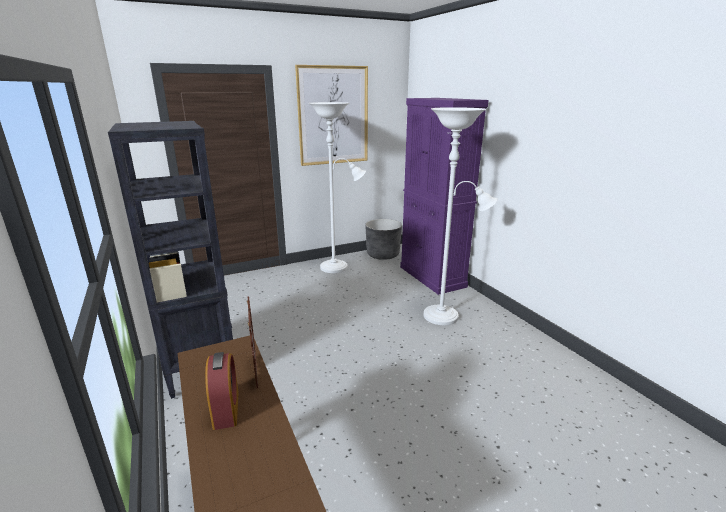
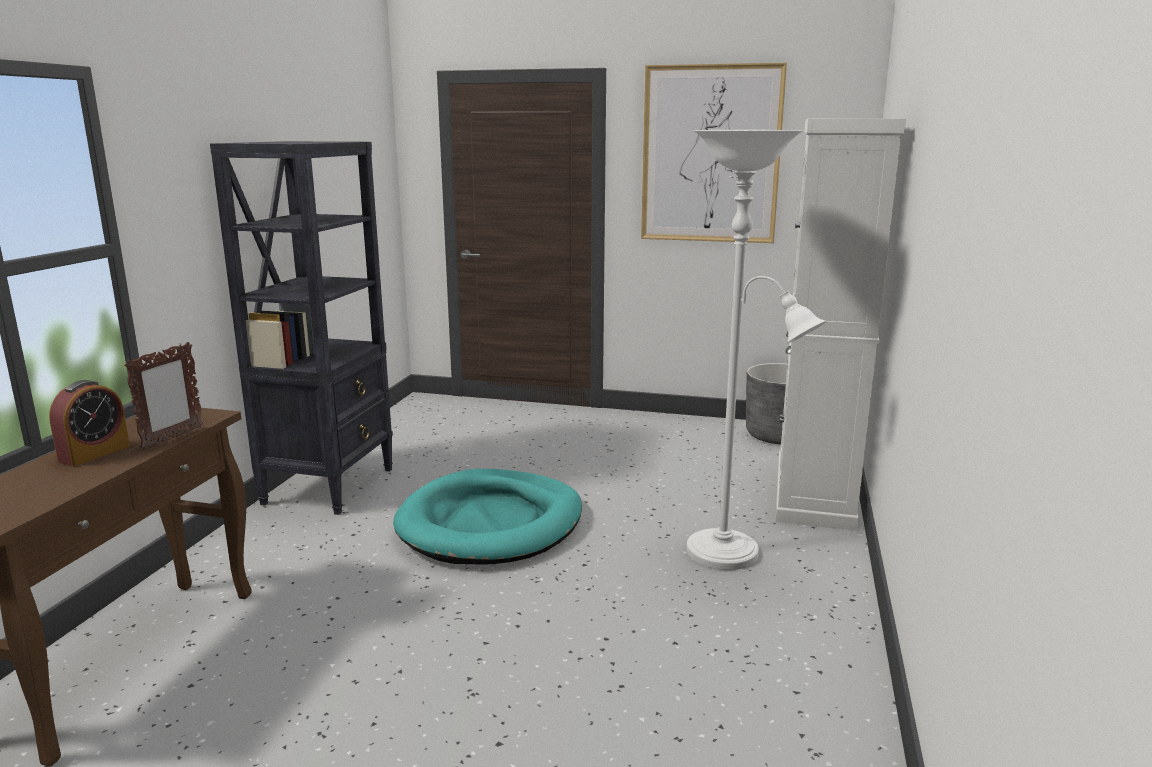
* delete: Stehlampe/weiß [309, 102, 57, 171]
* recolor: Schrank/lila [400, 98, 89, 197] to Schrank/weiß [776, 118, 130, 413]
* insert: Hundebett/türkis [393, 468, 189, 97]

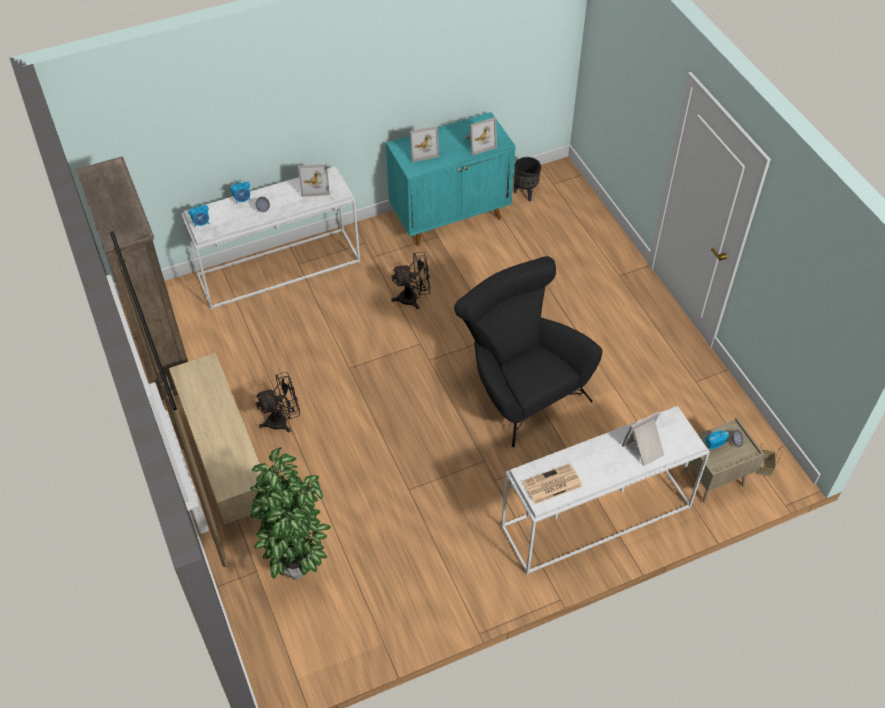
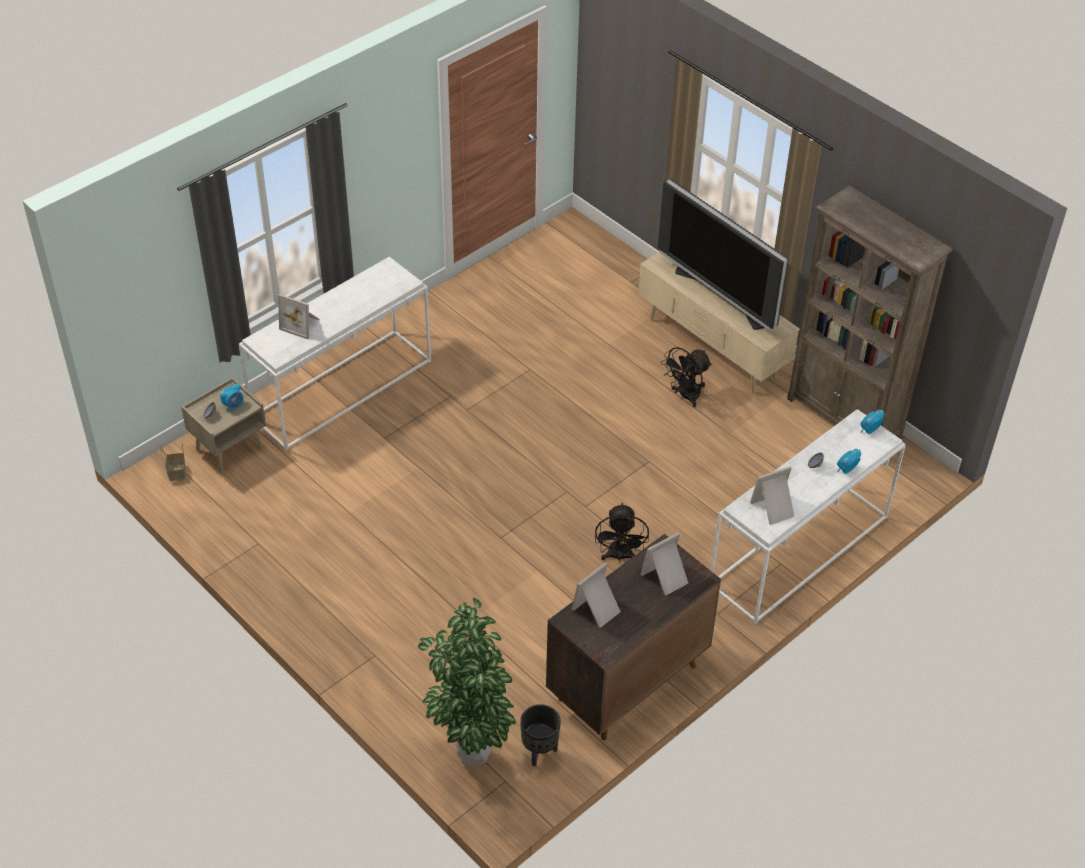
* move: Topfpflanze [250, 447, 81, 133] to [418, 597, 98, 171]
* recolor: Schrank/türkis [386, 112, 129, 134] to Schrank/braun [546, 534, 175, 206]
* rotate: Ventilator/schwarz [391, 252, 40, 57] = [595, 503, 54, 59] 60 degrees counterclockwise
* delete: Sessel/schwarz [454, 256, 148, 191]
* delete: Zeitung [523, 464, 60, 40]
* rotate: Bilderrahmen [622, 411, 42, 55] = [278, 294, 42, 46] 75 degrees clockwise
* insert: Fernseher [658, 178, 131, 154]

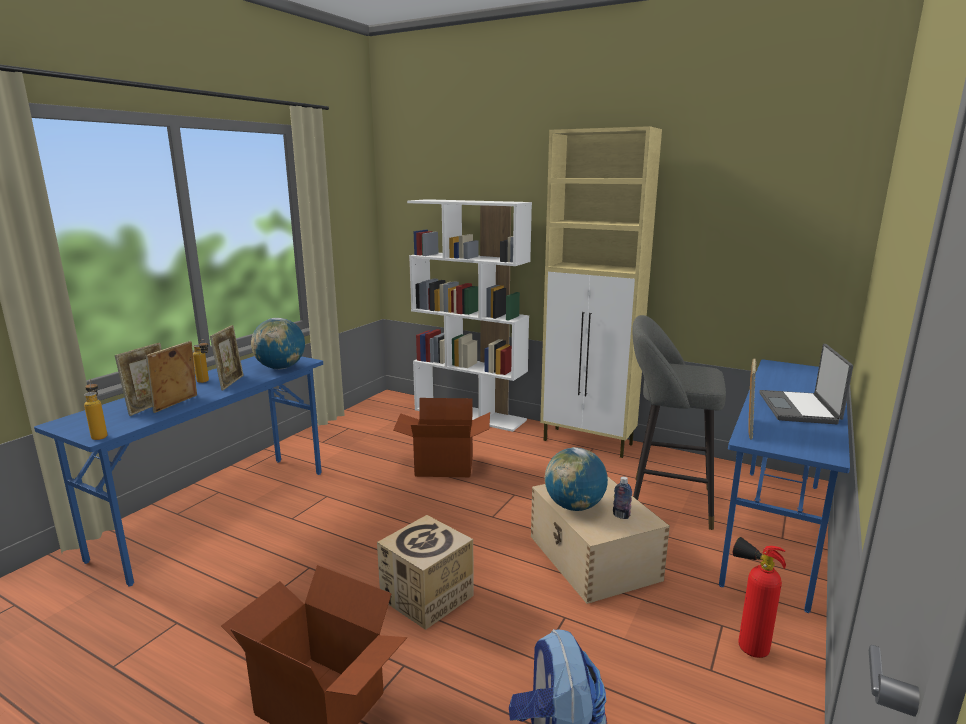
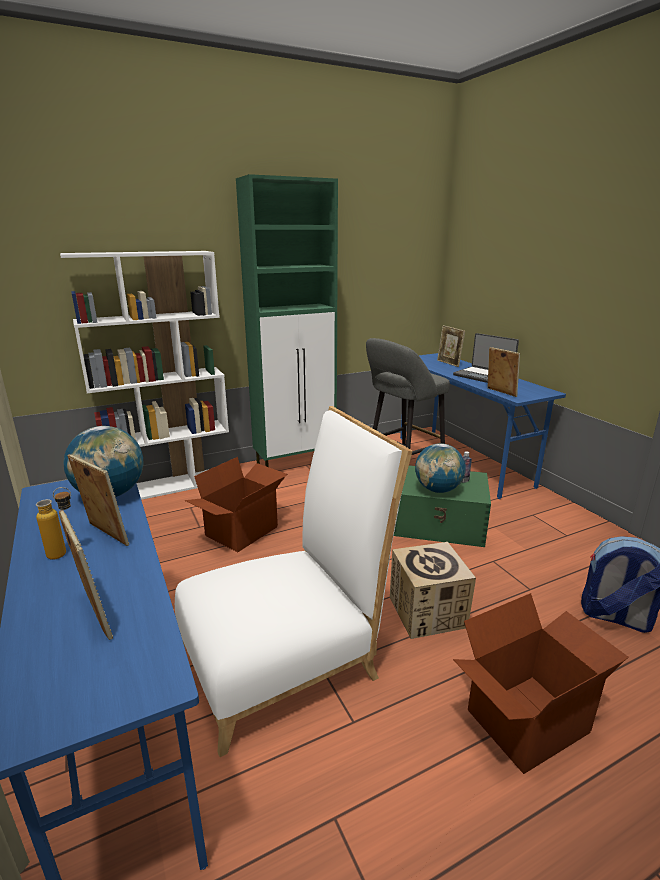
* delete: Flasche [84, 379, 24, 61]
* move: Bilderrahmen [146, 341, 51, 72] to [437, 325, 28, 42]
* recolor: Aufbewahrungsbox/beige [531, 476, 139, 128] to Aufbewahrungsbox/grün [394, 465, 97, 82]
* recolor: Schrank/beige [540, 126, 122, 332] to Schrank/grün [236, 174, 102, 293]
* delete: Feuerlöscher [733, 537, 53, 121]
* insert: Stuhl/weiß [175, 406, 238, 351]

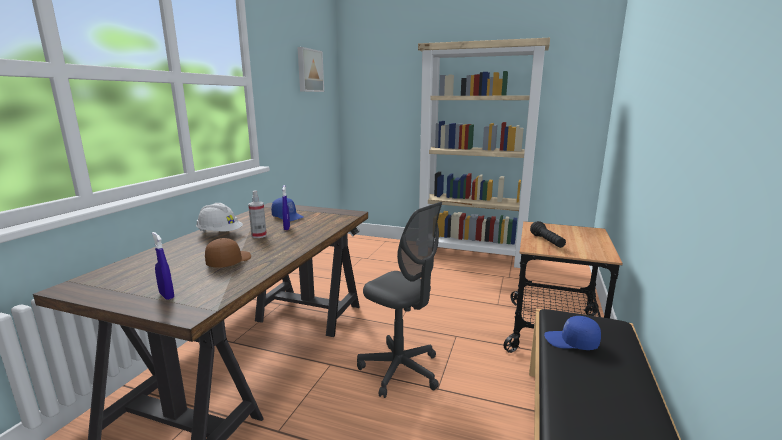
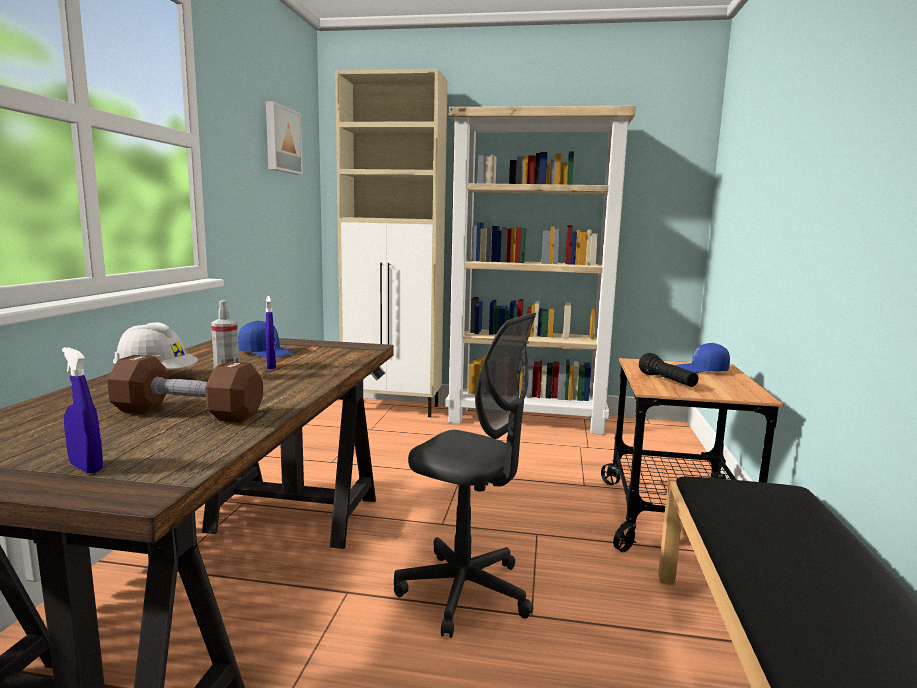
* replace: Kappe/braun [205, 238, 46, 30] to Hantel/braun [107, 355, 156, 68]
* move: Kappe/blau [544, 316, 57, 34] to [675, 343, 55, 30]
* insert: Schrank/beige [335, 69, 113, 348]

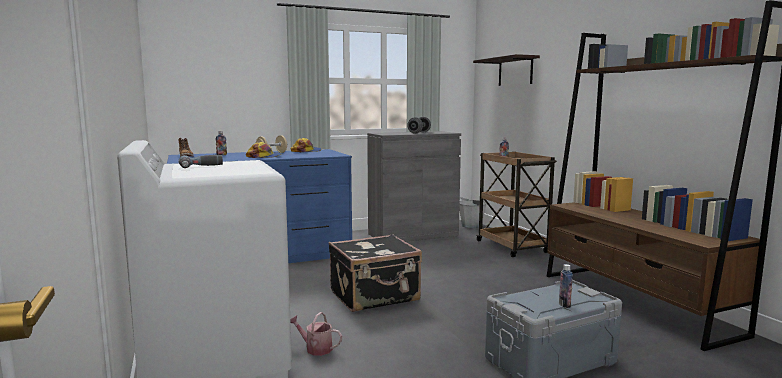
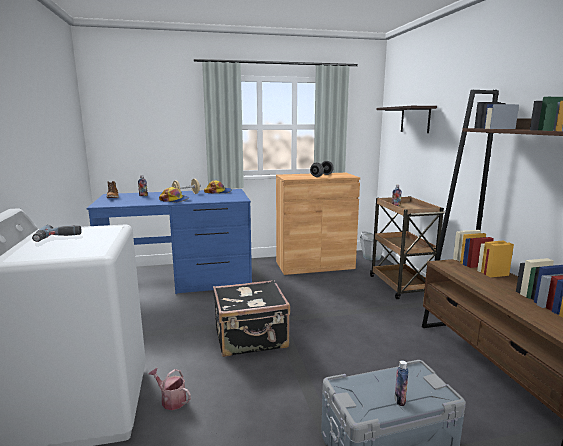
* recolor: Schrank/grau [367, 131, 94, 111] to Schrank/braun [276, 173, 84, 102]

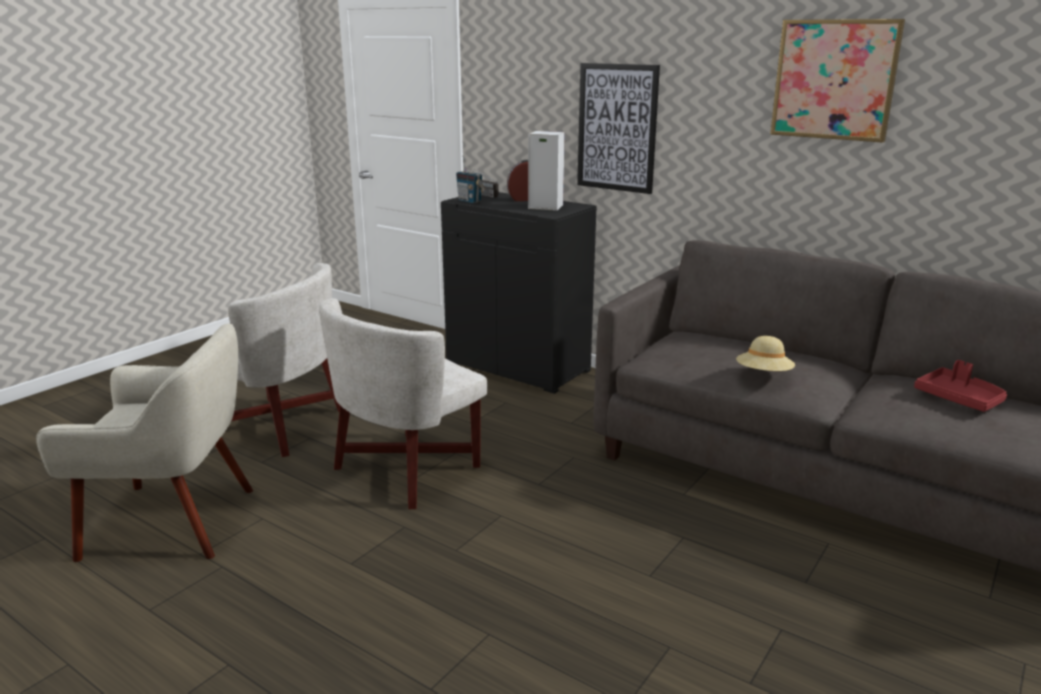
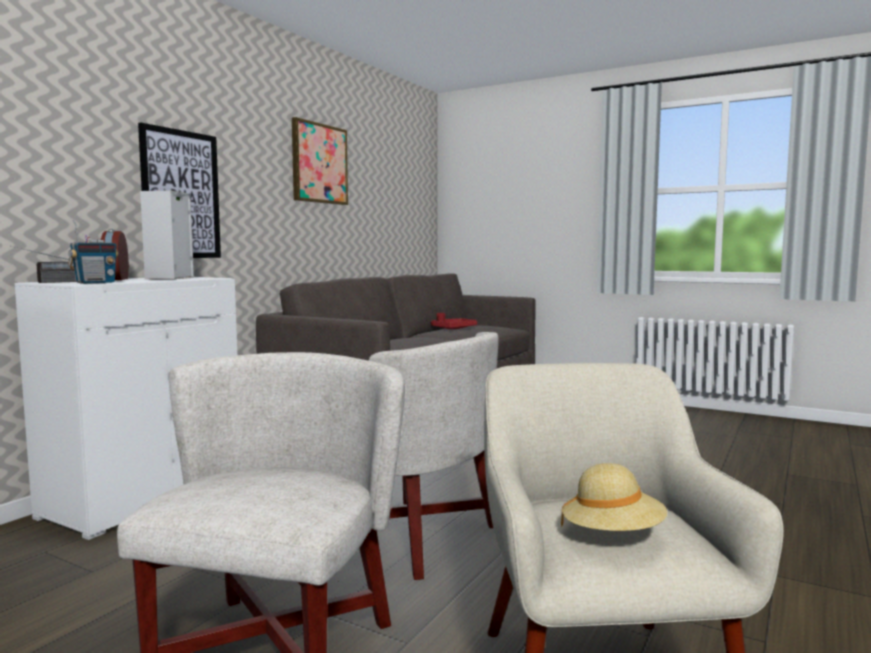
* recolor: Schrank/schwarz [441, 192, 156, 202] to Schrank/weiß [15, 277, 222, 263]
* move: Hut/beige [736, 336, 59, 35] to [561, 463, 106, 68]

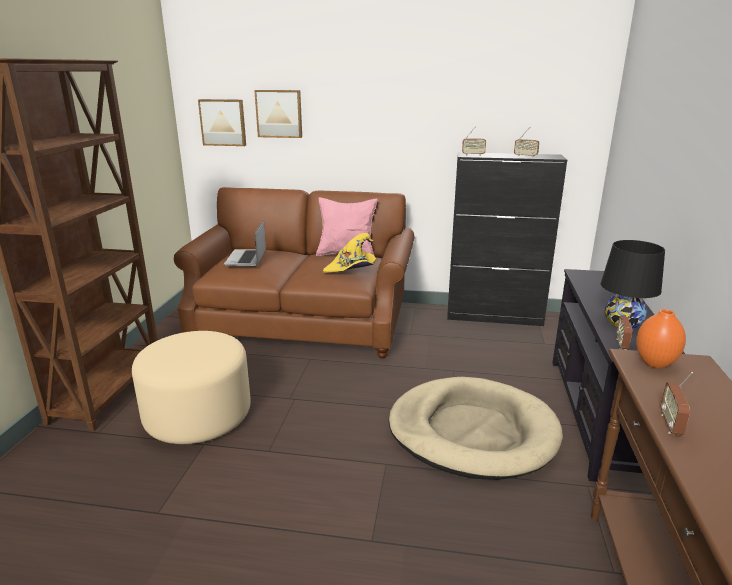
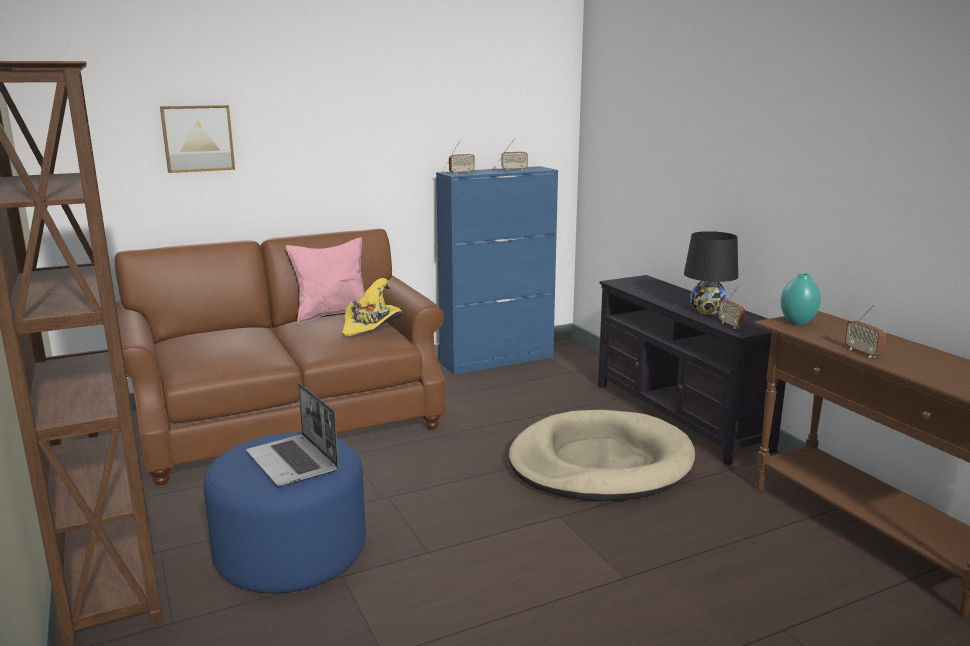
* recolor: Polsterhocker/beige [132, 331, 119, 113] to Polsterhocker/blau [204, 432, 162, 161]
* delete: Bild [198, 99, 48, 47]
* move: Laptop [224, 220, 42, 47] to [246, 383, 93, 103]
* recolor: Schrank/schwarz [447, 152, 120, 174] to Schrank/blau [436, 166, 122, 209]
* recolor: Vase/orange [636, 309, 50, 59] to Vase/türkis [781, 273, 40, 52]

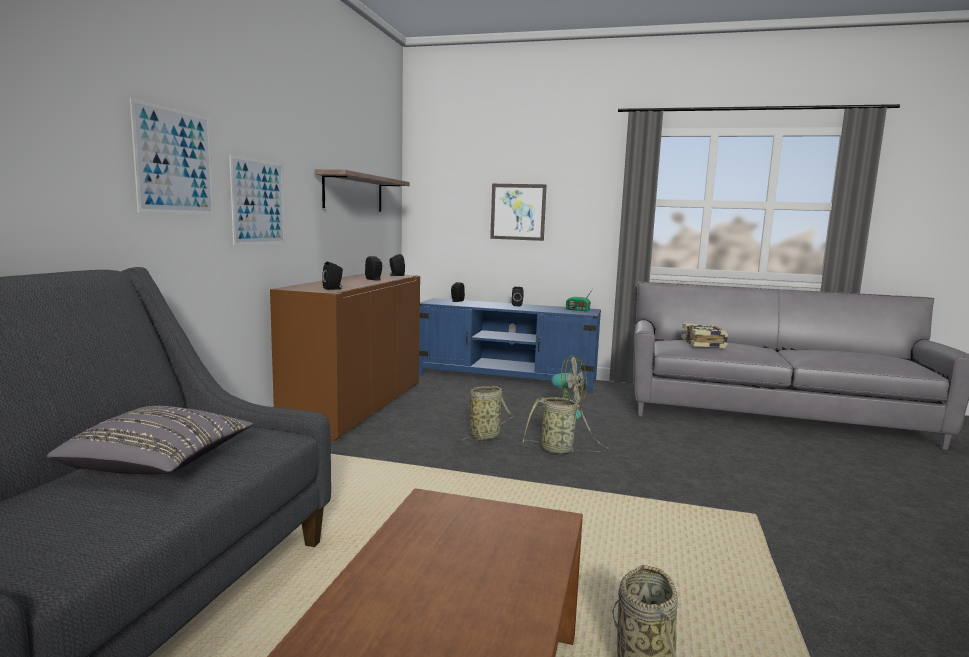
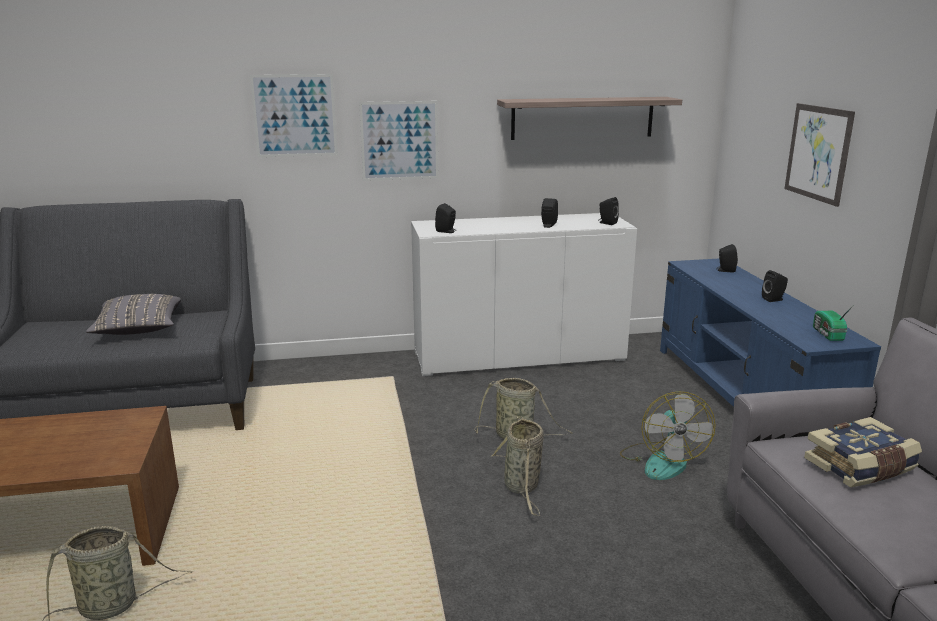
* recolor: Schrank/braun [270, 273, 150, 169] to Schrank/weiß [411, 213, 226, 163]

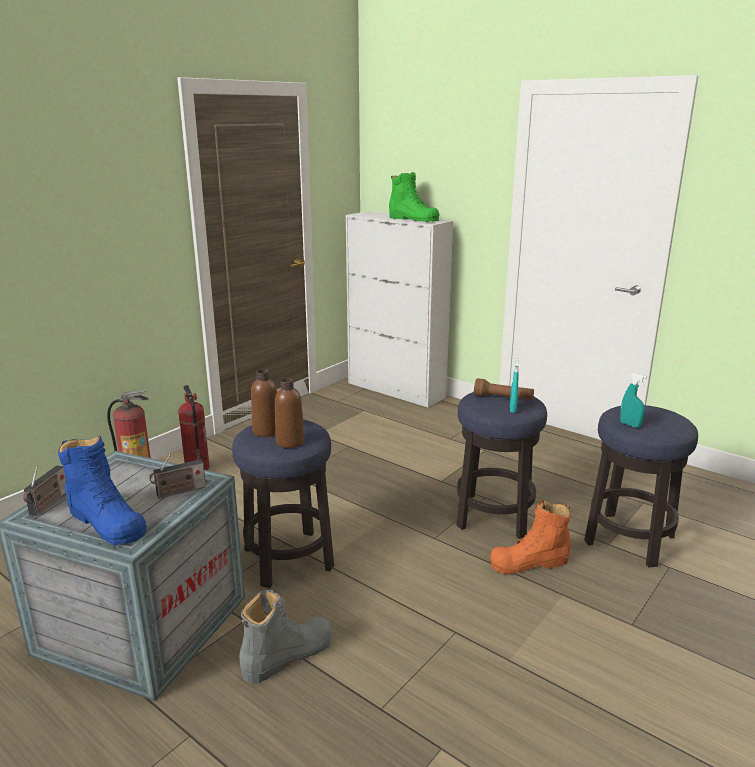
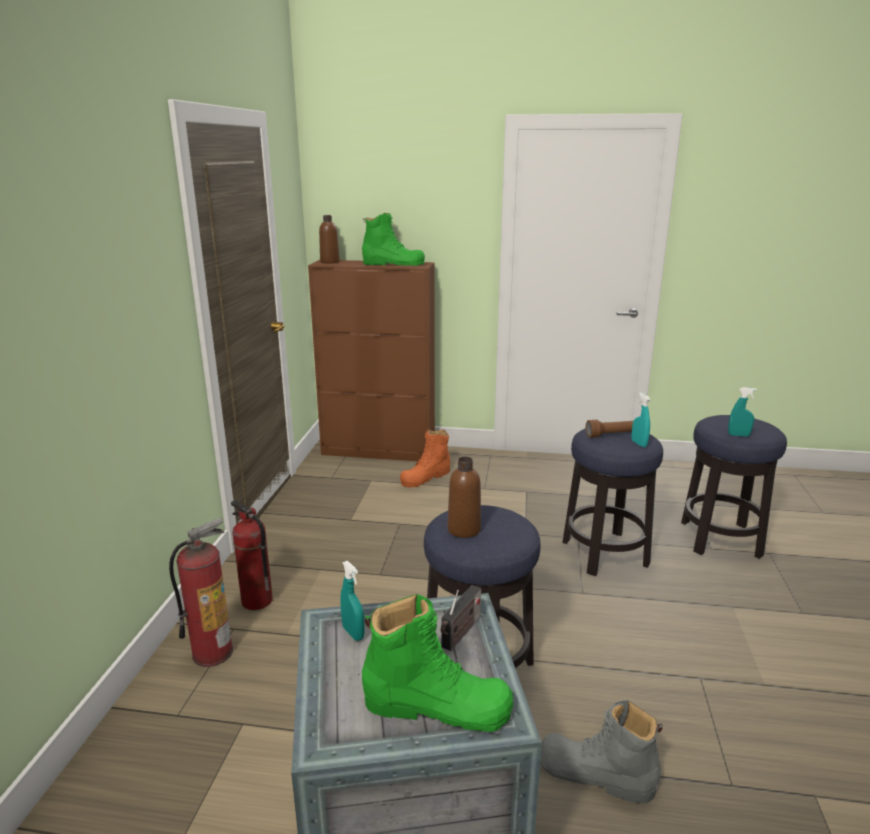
* delete: Radio [23, 466, 43, 50]
* recolor: Stiefel/blau [58, 436, 89, 109] to Stiefel/grün [362, 594, 151, 138]
* rotate: Stiefel/grau [239, 590, 93, 94] = [541, 700, 122, 104] 90 degrees counterclockwise
* move: Flasche/braun [275, 378, 30, 70] to [319, 215, 21, 48]
* recolor: Schrank/weiß [346, 211, 107, 196] to Schrank/braun [308, 260, 127, 201]
* move: Stiefel/orange [490, 500, 81, 74] to [400, 429, 50, 59]
* insert: Sprühflasche/türkis [340, 561, 25, 80]

